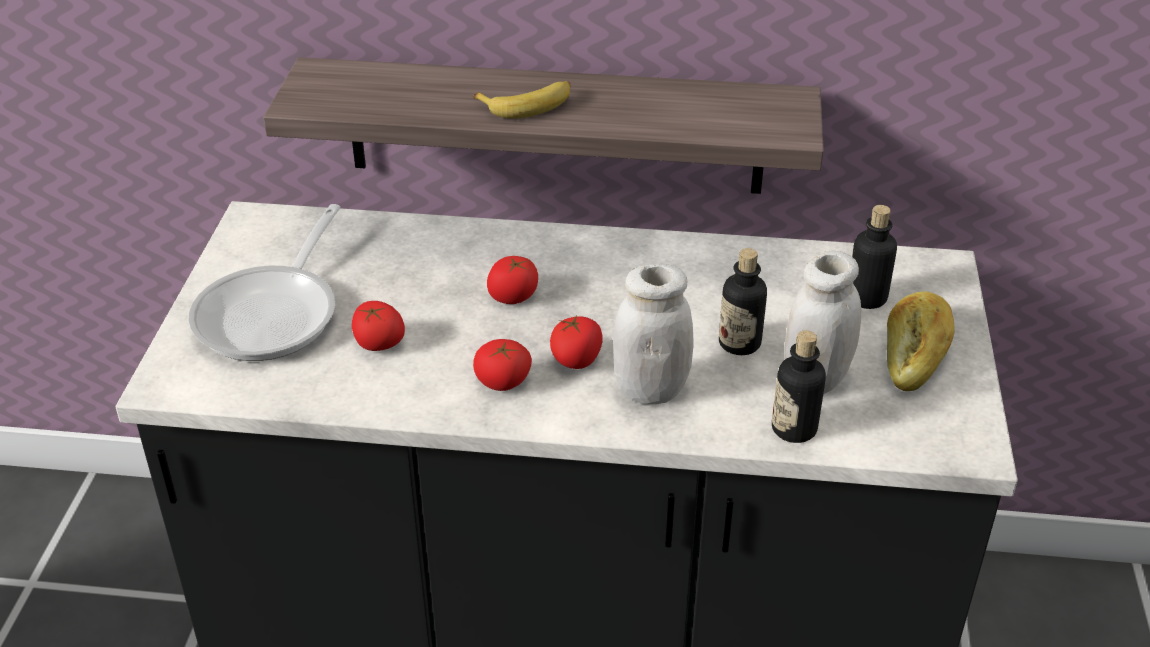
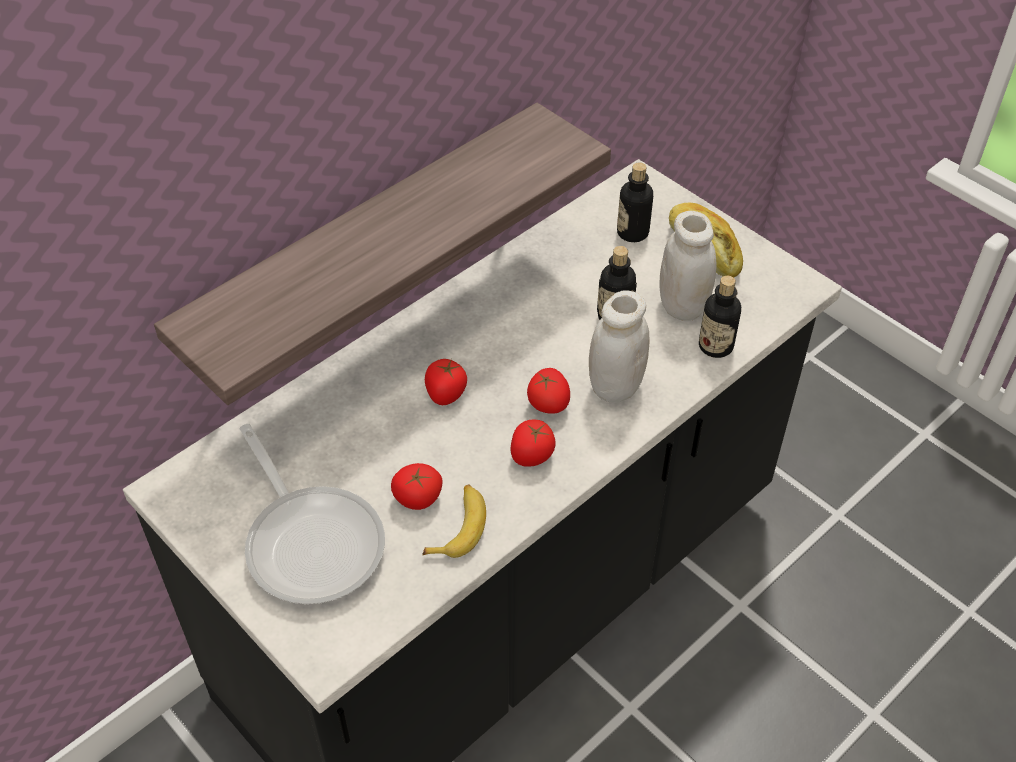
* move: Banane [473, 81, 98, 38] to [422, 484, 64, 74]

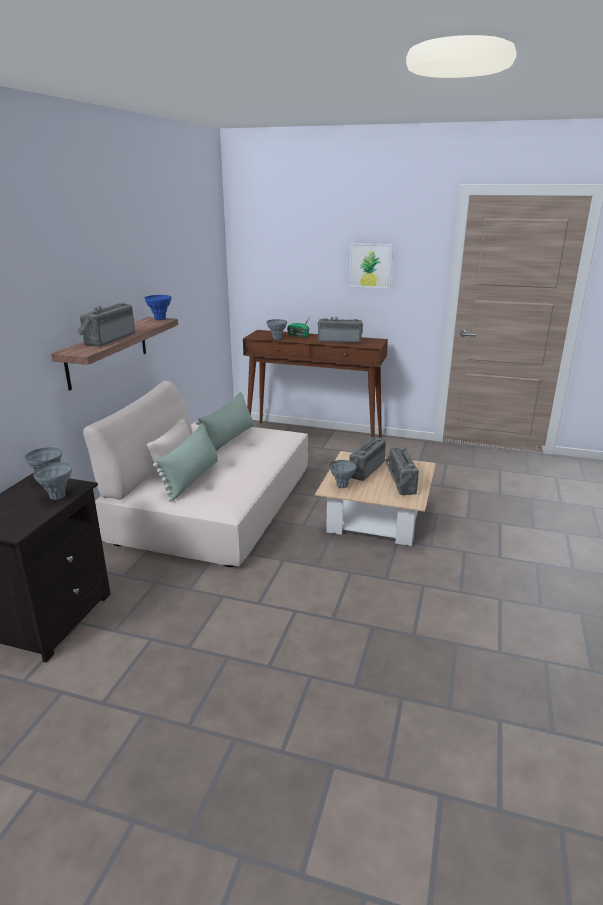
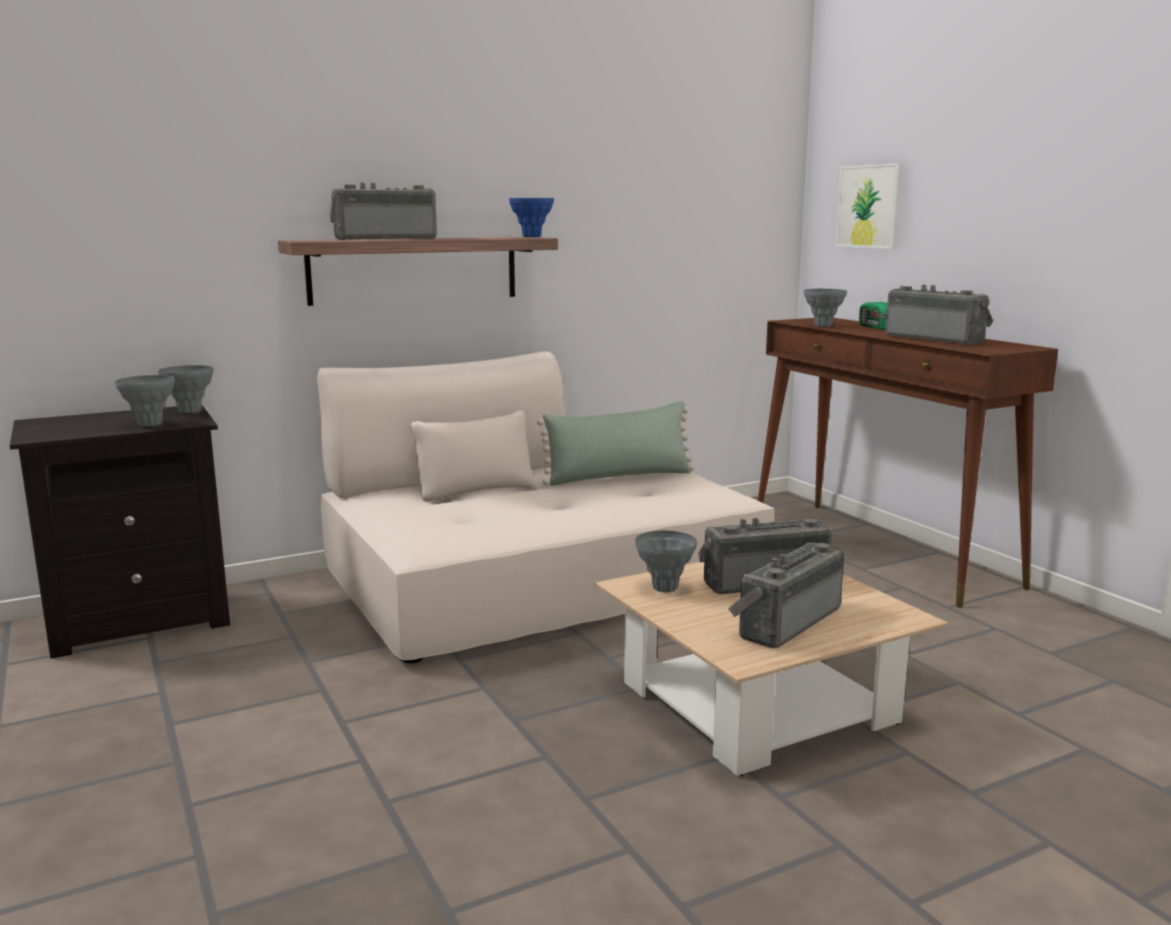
* delete: Kissen/grün [153, 423, 65, 78]
* move: Bild [349, 243, 44, 46] to [835, 163, 68, 86]

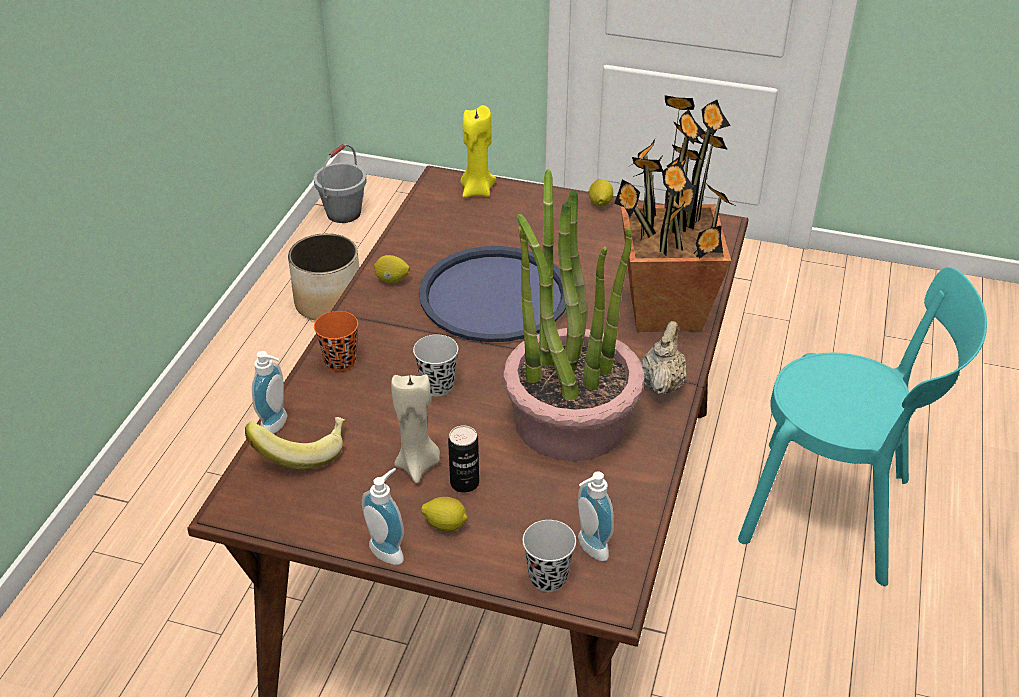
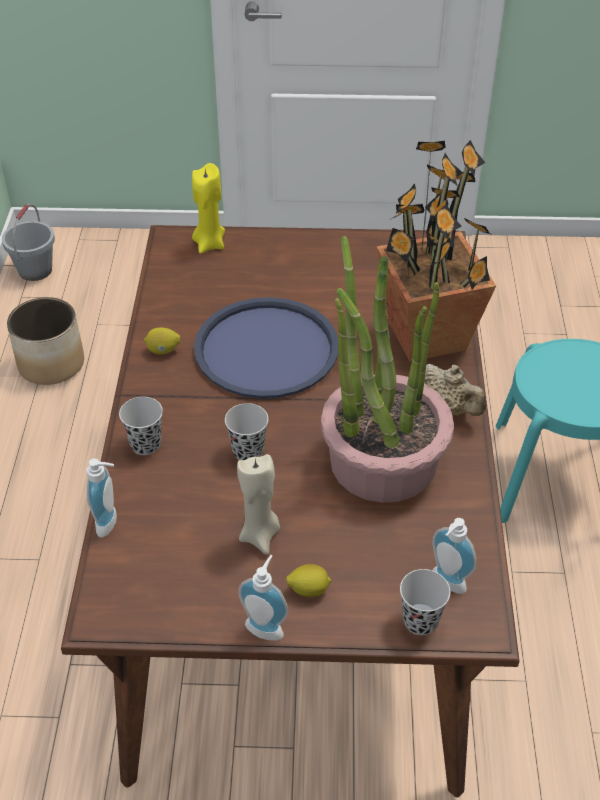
* delete: Banane [245, 417, 100, 52]
* recolor: Tasse/orange [314, 311, 44, 60] to Tasse/schwarz [119, 397, 44, 58]
* delete: Dose [448, 425, 31, 68]
* delete: Zitrone [589, 179, 24, 27]
* rotate: Teekanne/beige [641, 321, 46, 74] = [424, 364, 62, 52] 135 degrees clockwise

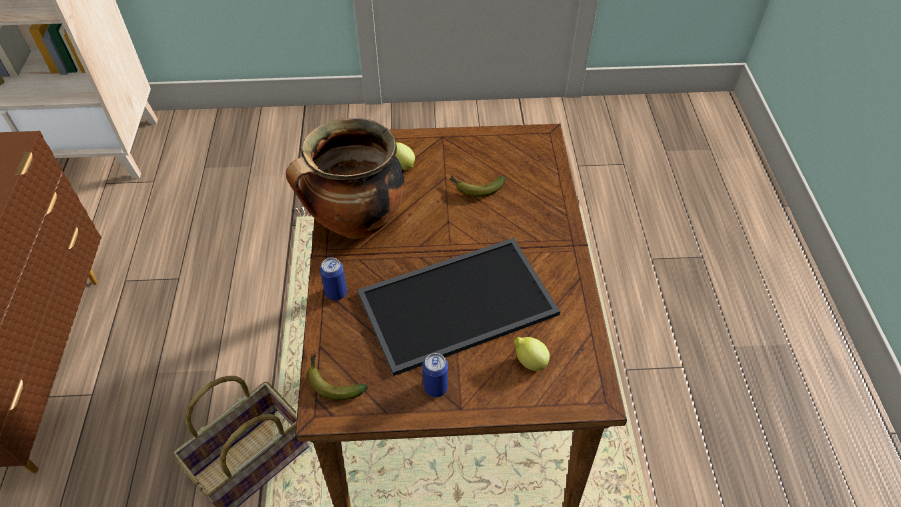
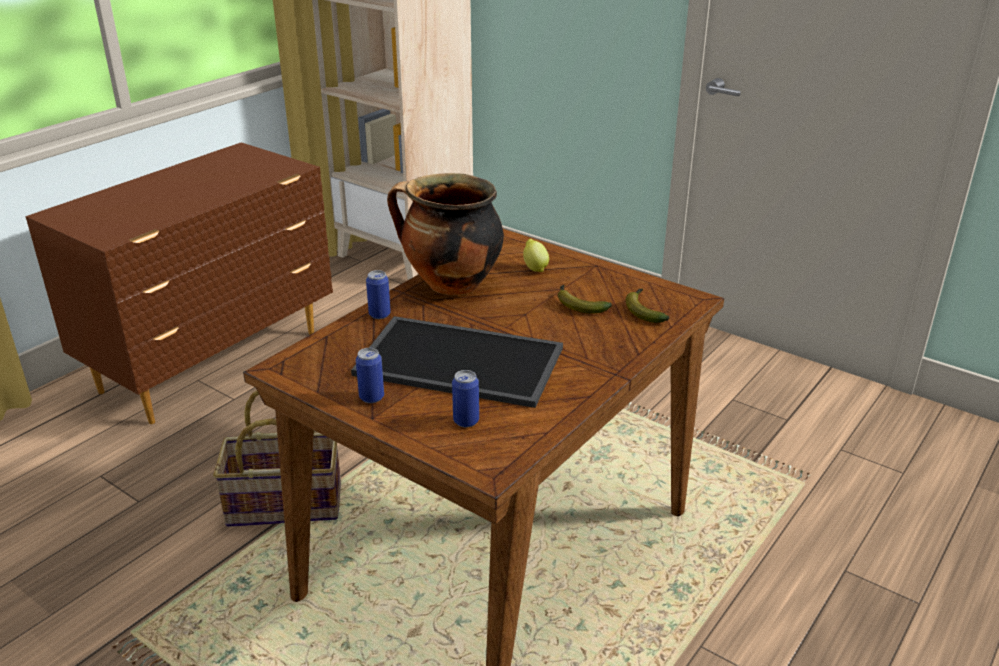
* move: Banane [307, 355, 61, 45] to [626, 288, 43, 35]
* replace: Zitrone [514, 337, 36, 34] to Dose [452, 370, 27, 57]

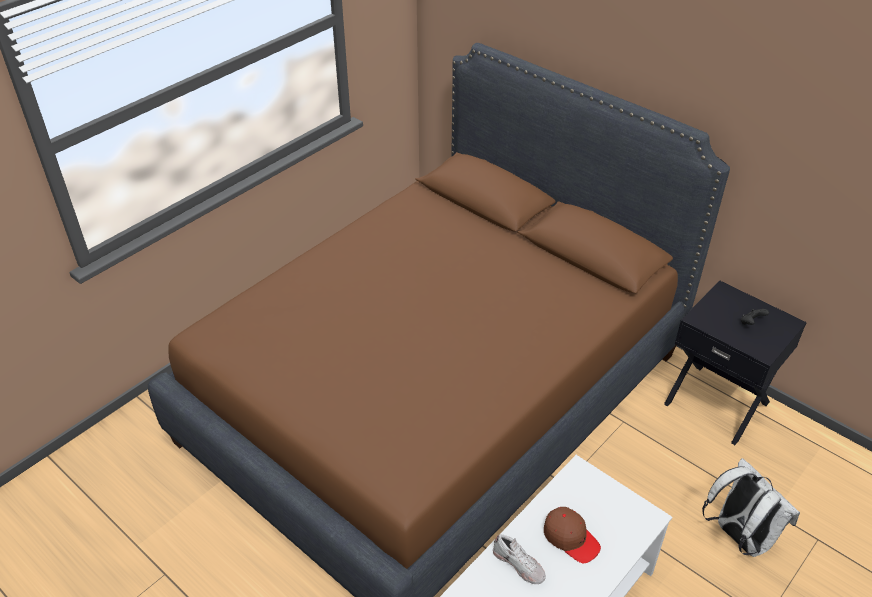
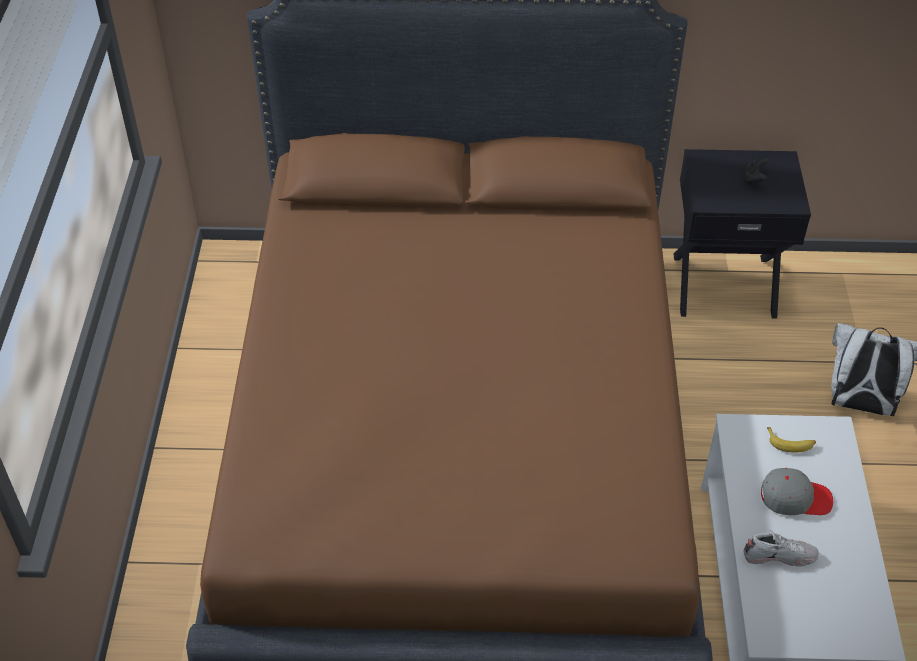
* recolor: Kappe/braun [544, 507, 57, 56] to Kappe/grau [761, 468, 72, 47]
* insert: Banane [767, 427, 49, 26]

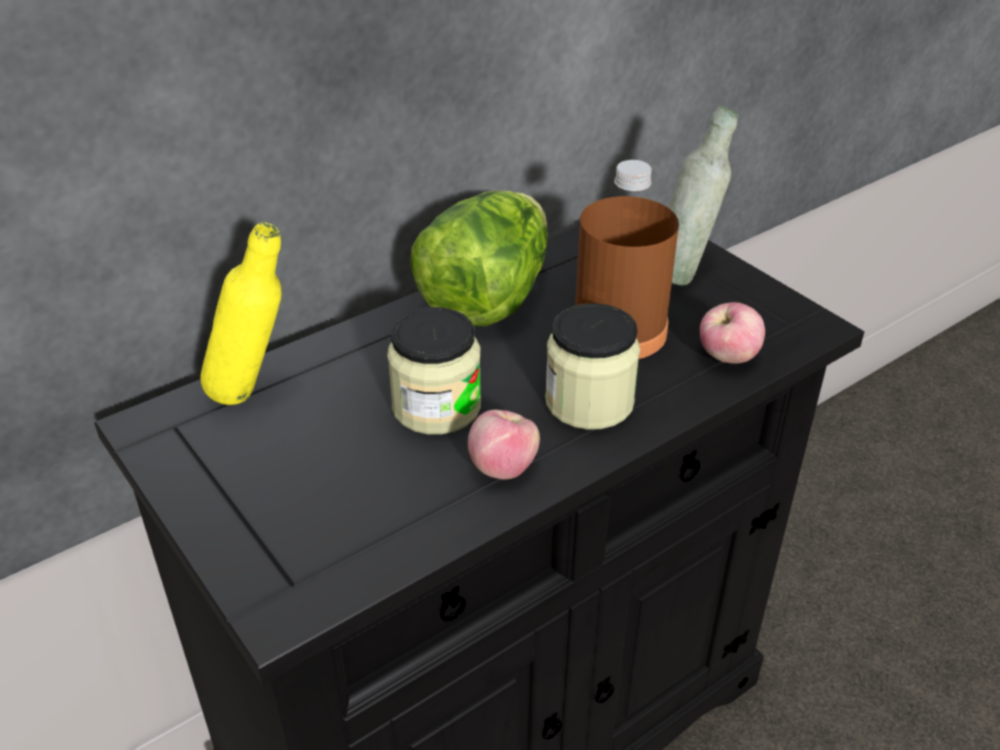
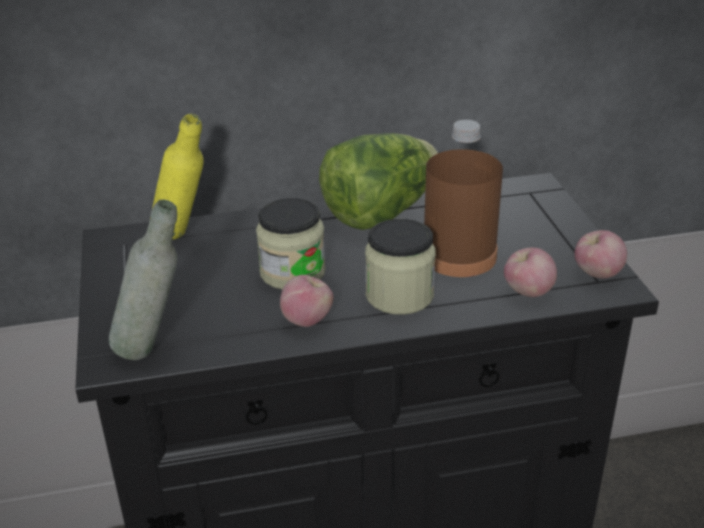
* move: Flasche/grau [668, 106, 70, 180] to [109, 200, 68, 160]
* insert: Apfel [574, 230, 53, 49]

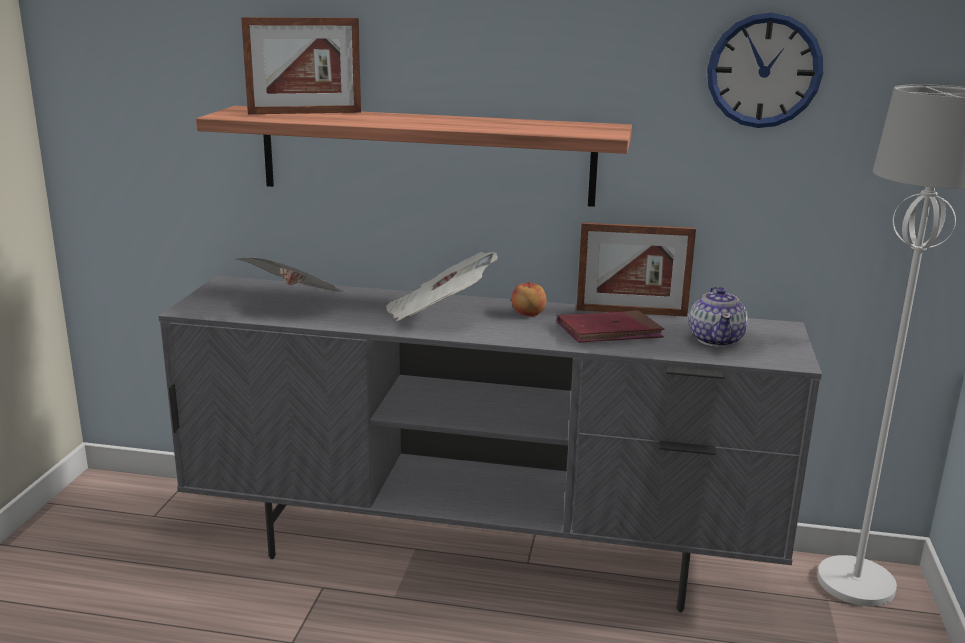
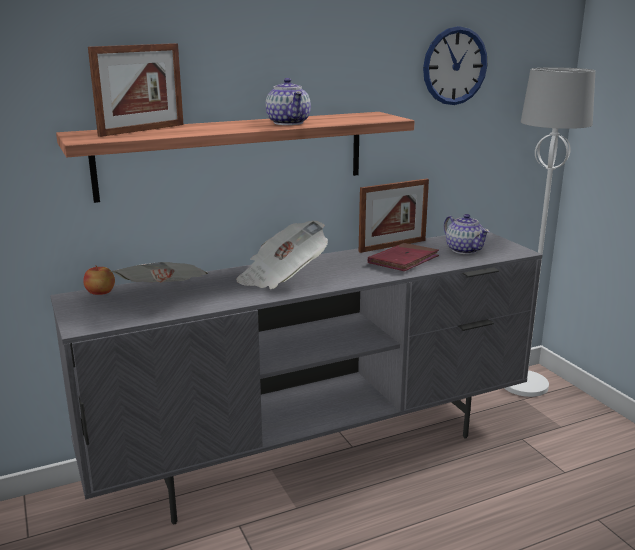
* move: Apfel [511, 281, 35, 35] to [83, 265, 32, 30]
* insert: Teekanne [266, 78, 45, 47]

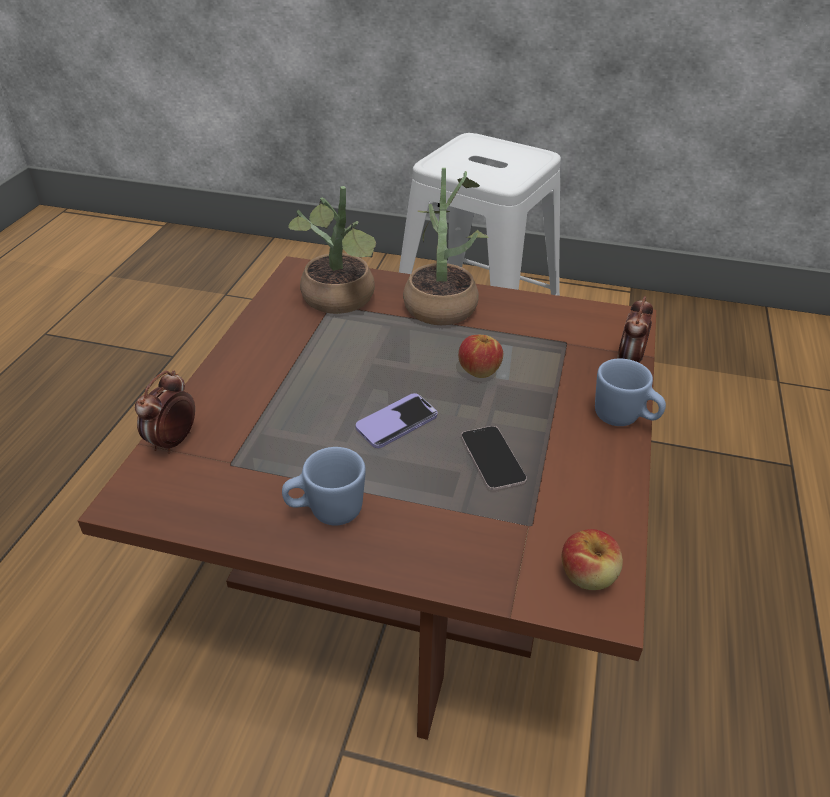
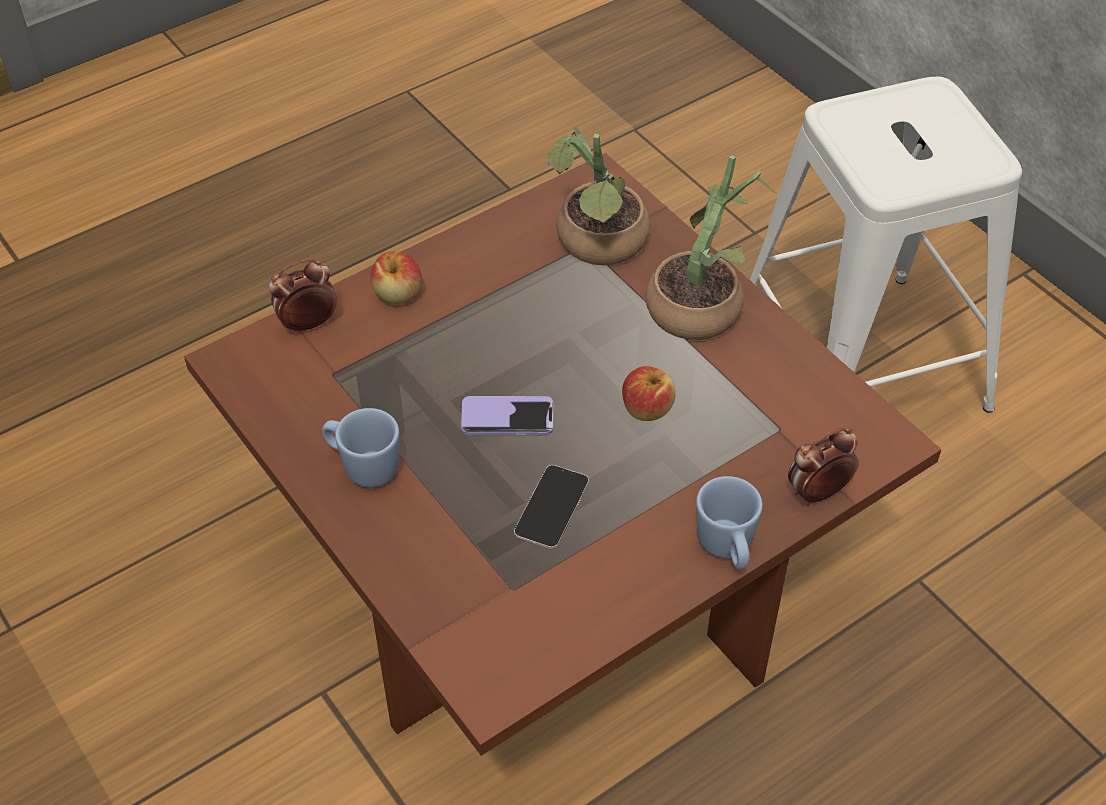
* move: Apfel [562, 529, 61, 61] to [370, 252, 53, 52]

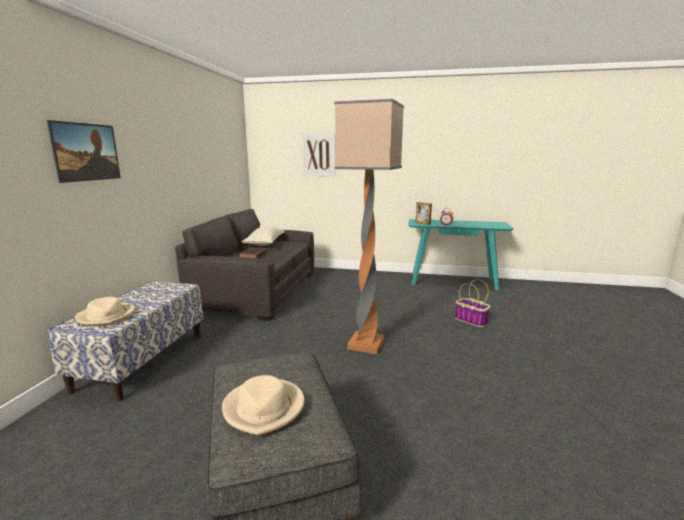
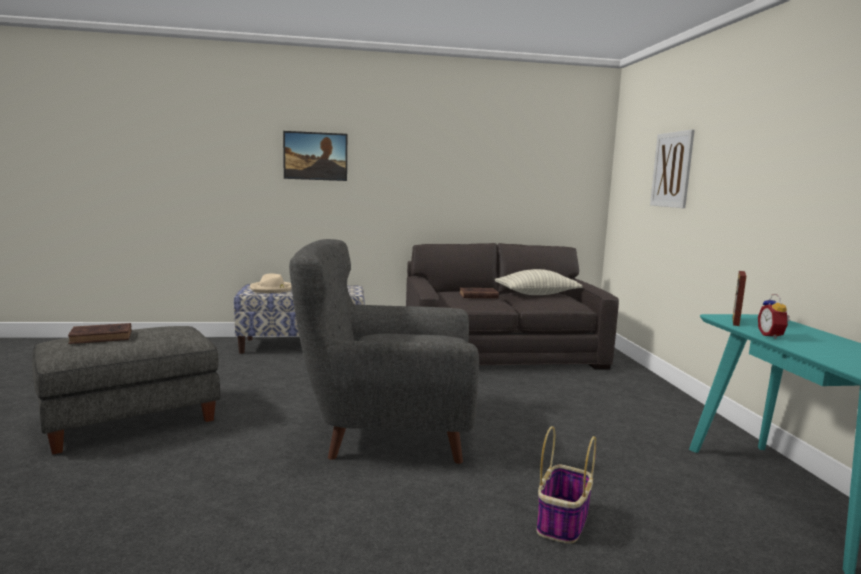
* replace: Hut/beige [222, 375, 83, 61] to Buch/braun [68, 323, 63, 21]
* replace: Stehlampe [334, 99, 70, 255] to Sessel/grau [289, 239, 190, 225]

